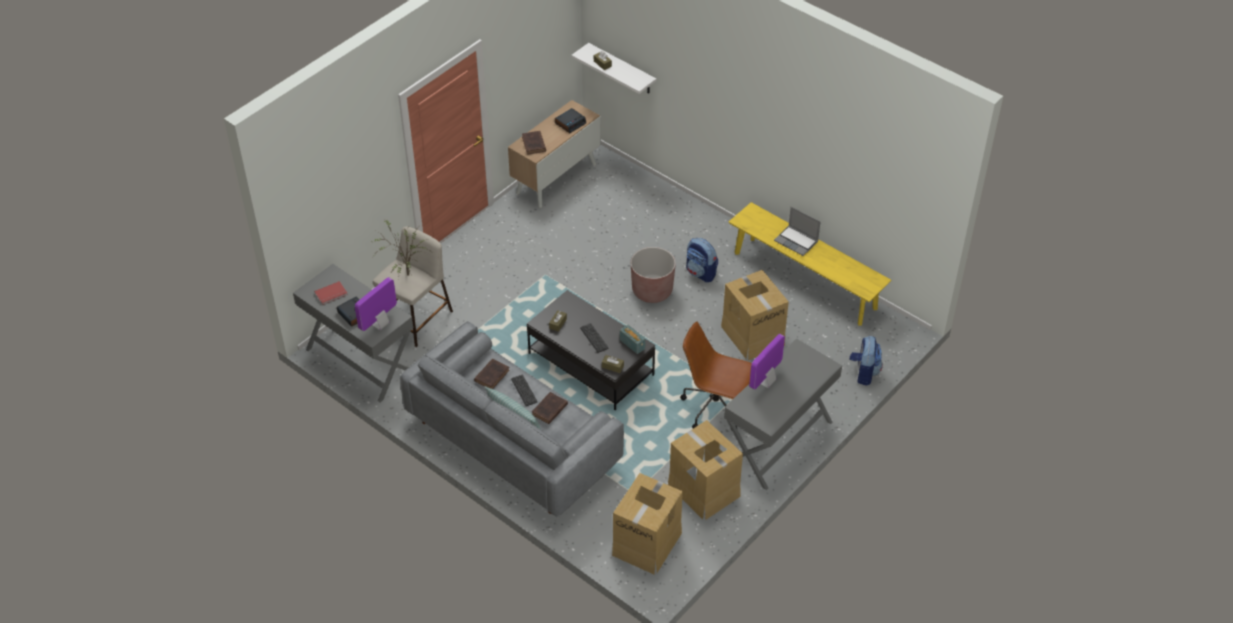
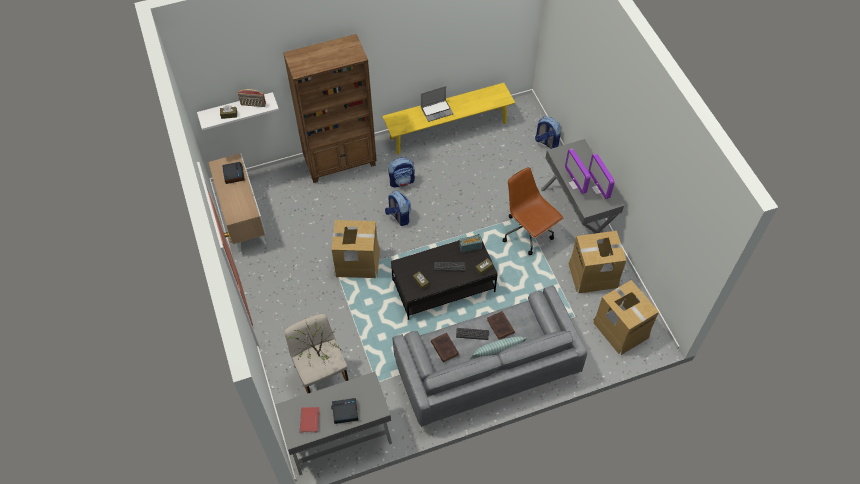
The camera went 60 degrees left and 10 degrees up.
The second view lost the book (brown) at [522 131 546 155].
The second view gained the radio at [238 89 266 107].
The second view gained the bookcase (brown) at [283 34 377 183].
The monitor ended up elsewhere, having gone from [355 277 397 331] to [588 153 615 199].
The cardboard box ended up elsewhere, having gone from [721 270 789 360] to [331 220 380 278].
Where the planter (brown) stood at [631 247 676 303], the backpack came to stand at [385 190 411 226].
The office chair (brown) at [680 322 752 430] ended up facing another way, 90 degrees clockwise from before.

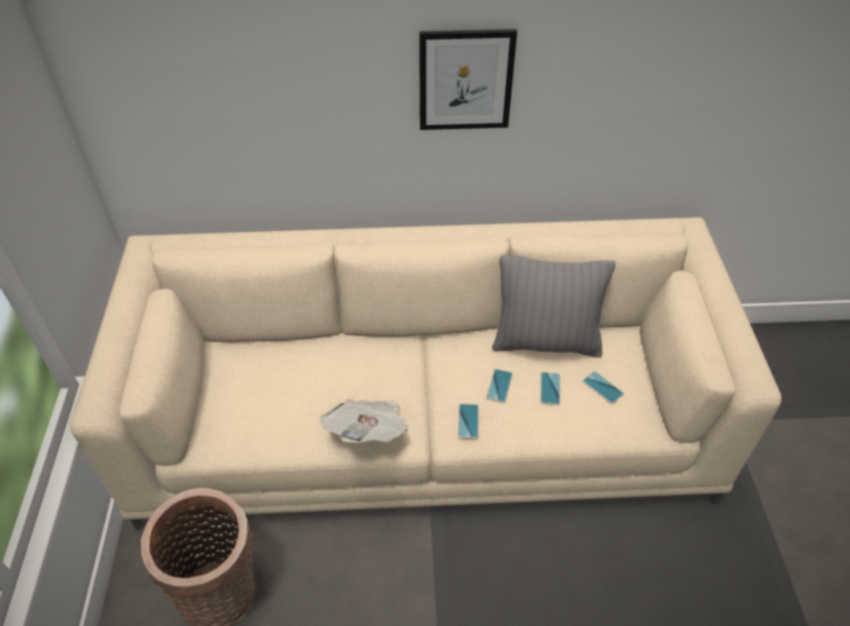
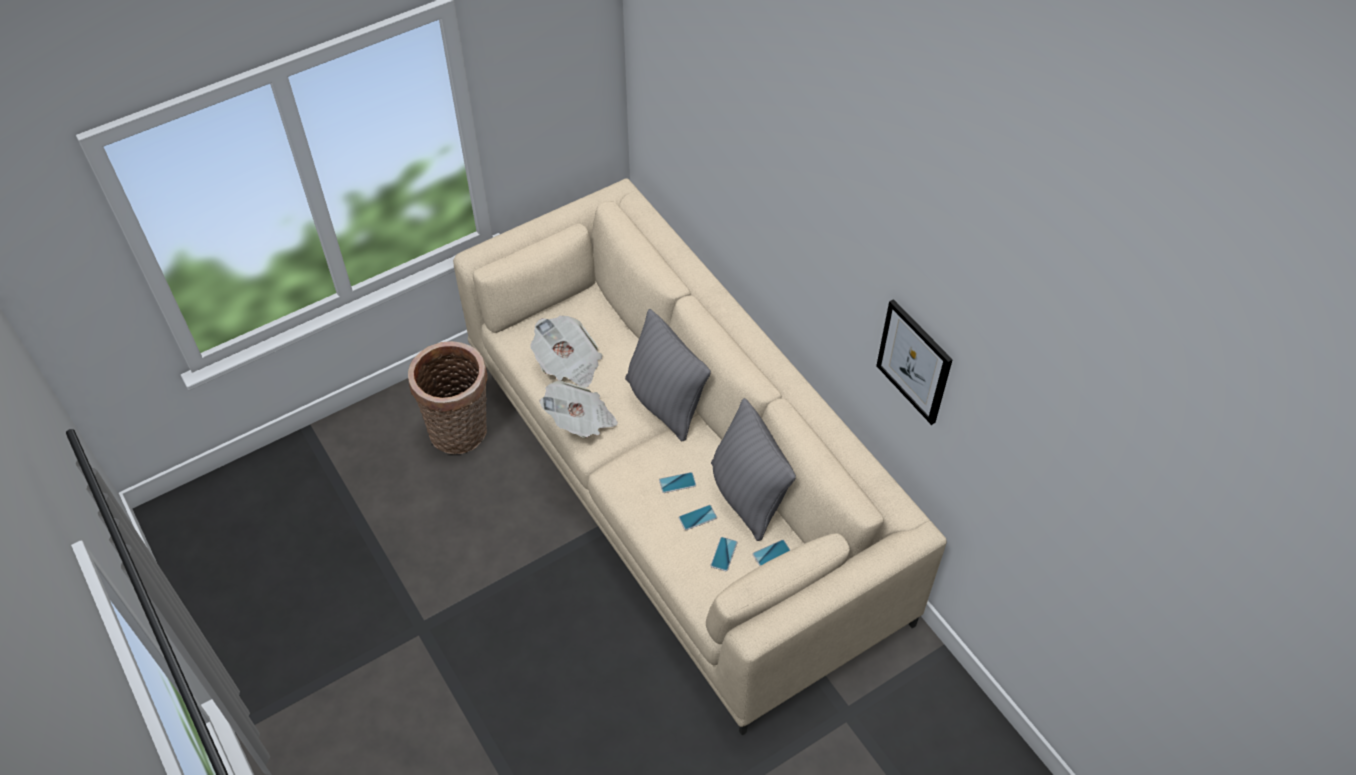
The camera went 60 degrees right and 5 degrees up.
The second view gained the newspaper at [530 316 603 388].
The second view gained the pillow (grey) at [625 309 711 442].
The picture ended up elsewhere, having gone from [419 29 517 130] to [876 299 953 425].
The phone ended up elsewhere, having gone from [458 404 479 439] to [752 540 790 566].

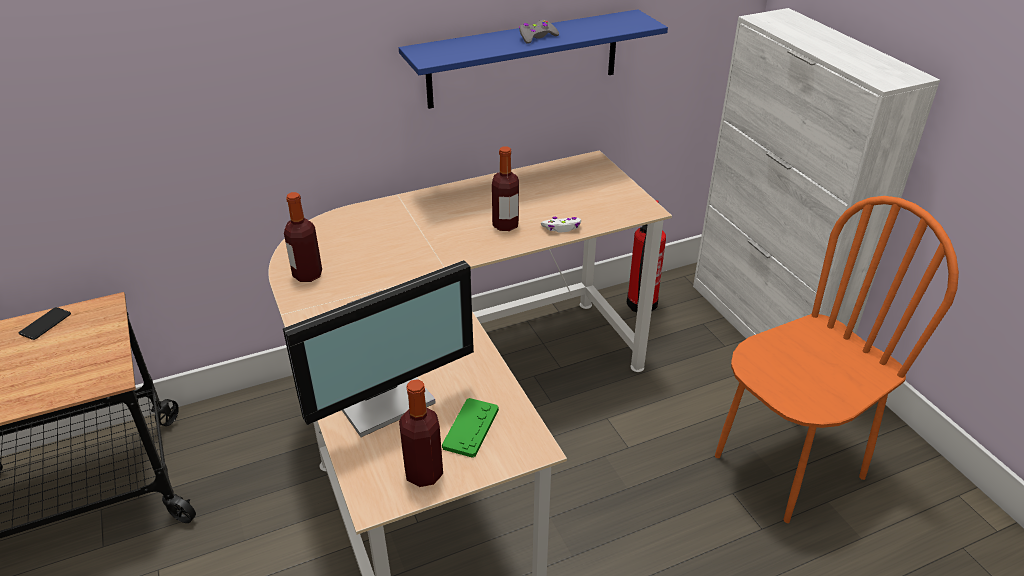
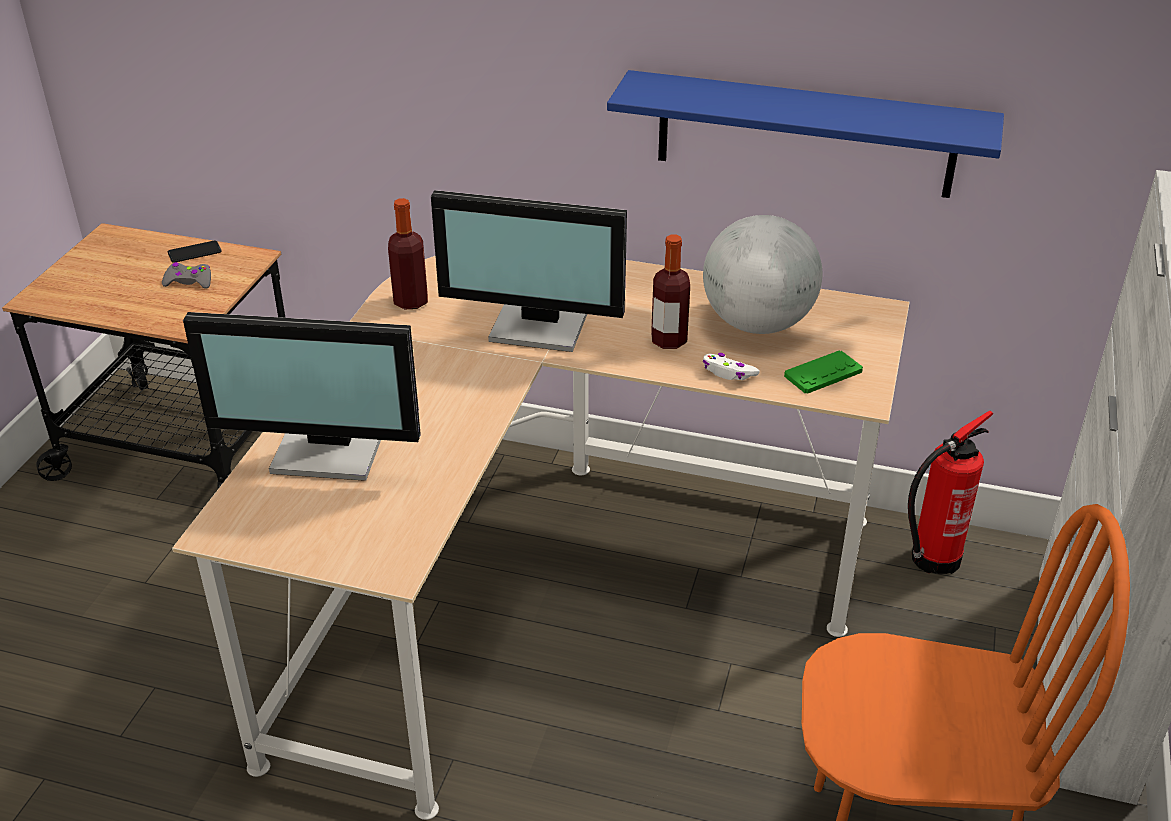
The camera went 40 degrees right and 0 degrees up.
The second view lost the bottle at [399 379 443 487].
The second view gained the monitor at [431 190 627 352].
The second view gained the globe at [703 215 822 334].
The game controller (green) ended up elsewhere, having gone from [442 398 499 458] to [784 351 863 394].
The game controller (grey) ended up elsewhere, having gone from [519 20 559 44] to [162 262 211 289].

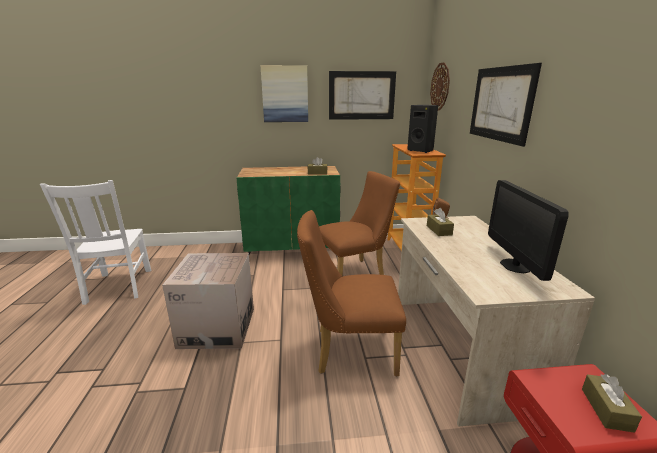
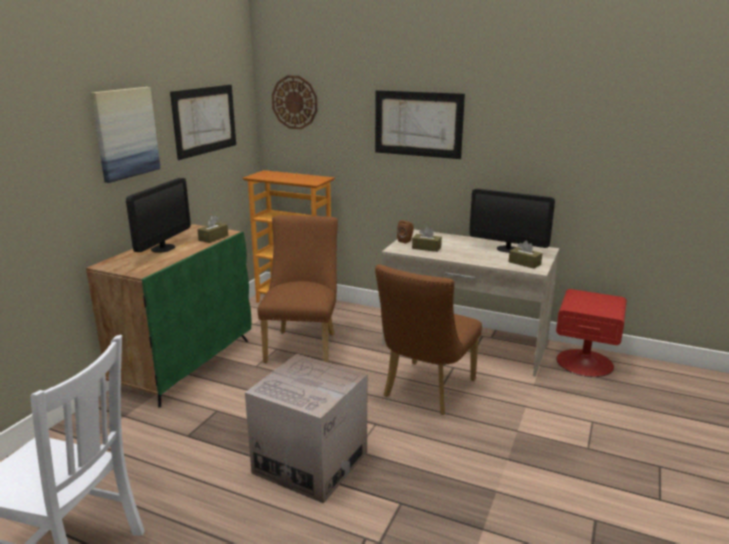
The camera went 60 degrees left and 0 degrees up.
The second view lost the speaker (black) at [407 105 438 153].
The second view gained the monitor at [126 178 191 253].
The tissue box (brown) ended up elsewhere, having gone from [582 374 642 433] to [509 241 542 269].

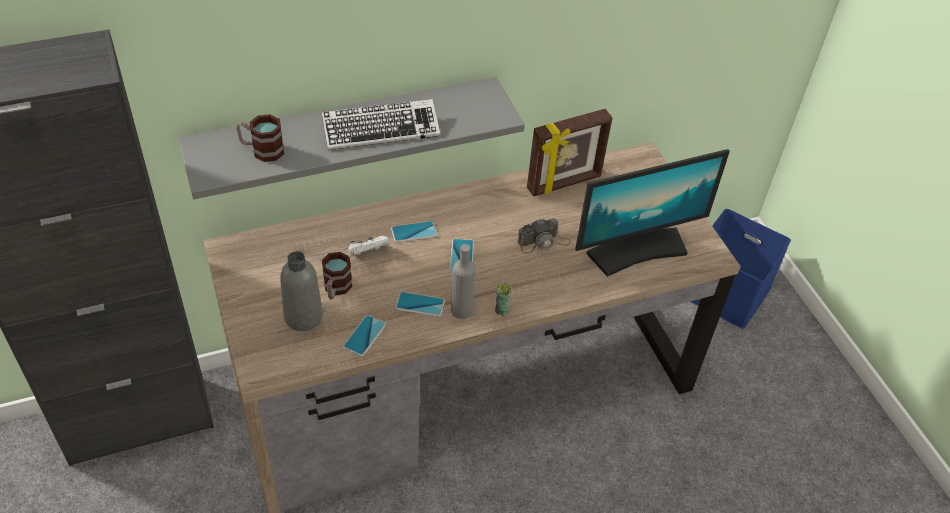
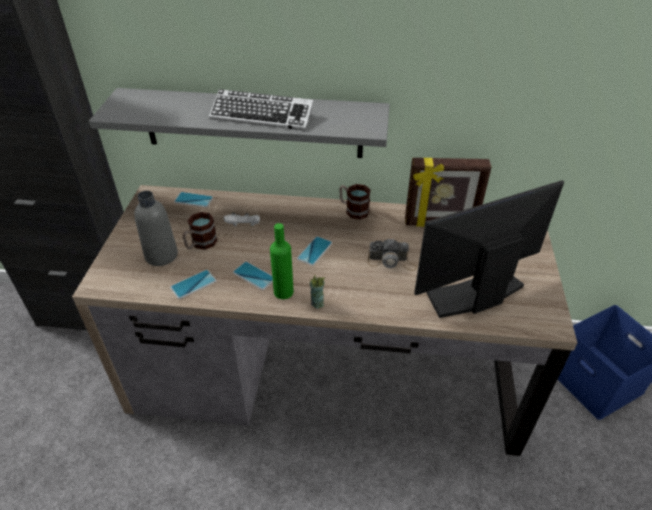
The camera went 30 degrees right and 5 degrees down.
The mug ended up elsewhere, having gone from [236 114 284 162] to [339 184 371 220].
The phone ended up elsewhere, having gone from [391 221 437 242] to [174 192 213 208].
What was the bottle (grey) at [451 244 475 319] turned into the bottle (green) at [270 223 294 299].
The monitor at [575 149 730 277] ended up facing another way, 150 degrees clockwise from before.

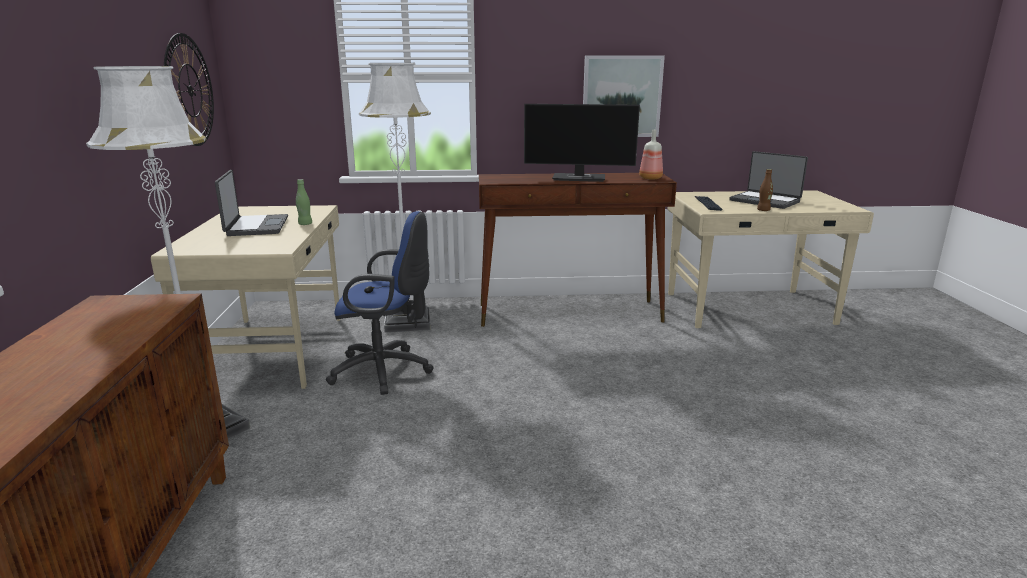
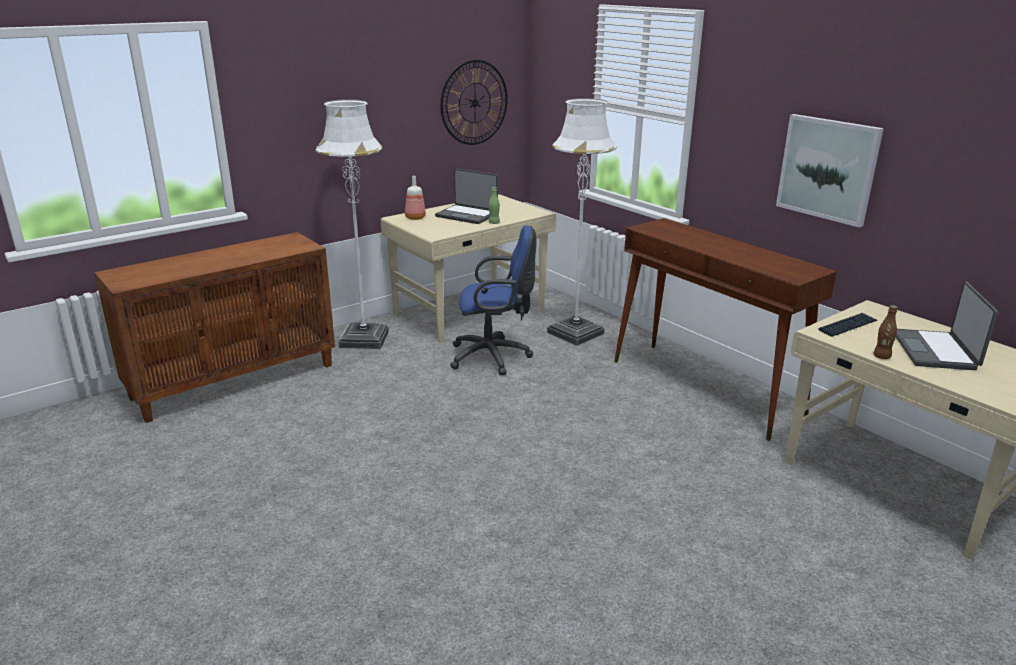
The camera went 55 degrees right and 5 degrees up.
The second view lost the monitor at [524 104 640 182].
The bottle ended up elsewhere, having gone from [639 130 663 180] to [405 176 426 220].
The laptop at [215 170 288 236] ended up facing another way, 75 degrees clockwise from before.
The office chair (blue) at [326 211 434 395] ended up facing another way, 60 degrees counterclockwise from before.

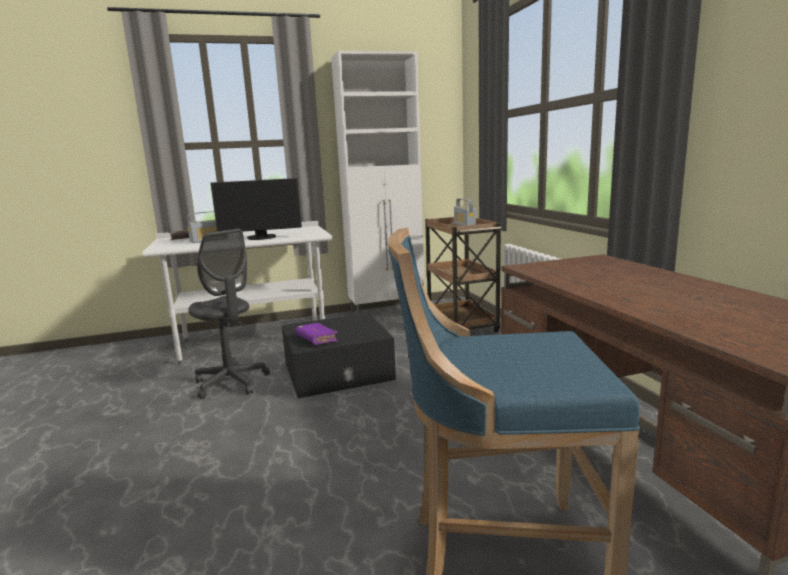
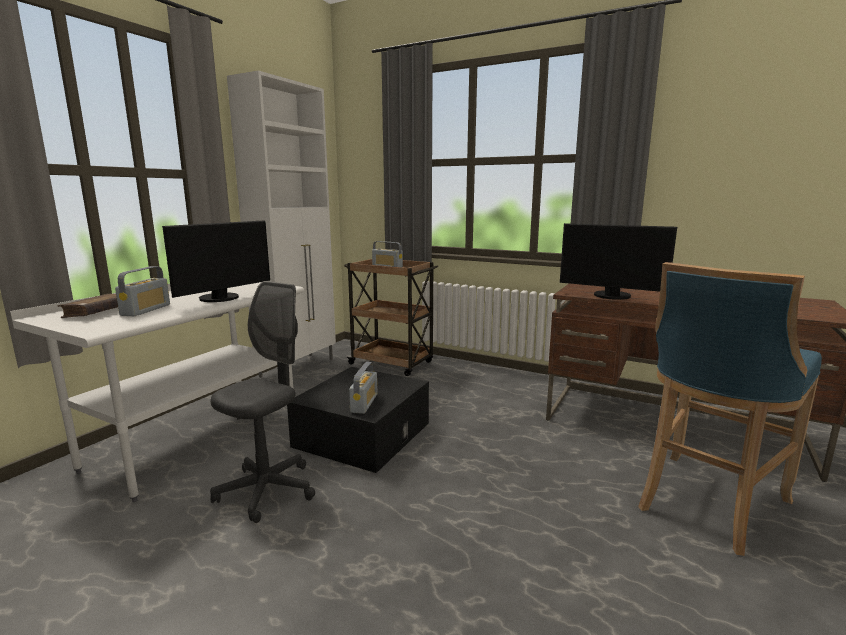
The camera went 45 degrees left and 0 degrees up.
The second view gained the monitor at [560 223 677 300].
Where the book (purple) stood at [295 323 338 345], the radio came to stand at [349 362 378 414].
The office chair (grey) at [188 229 270 399] ended up facing another way, 60 degrees counterclockwise from before.

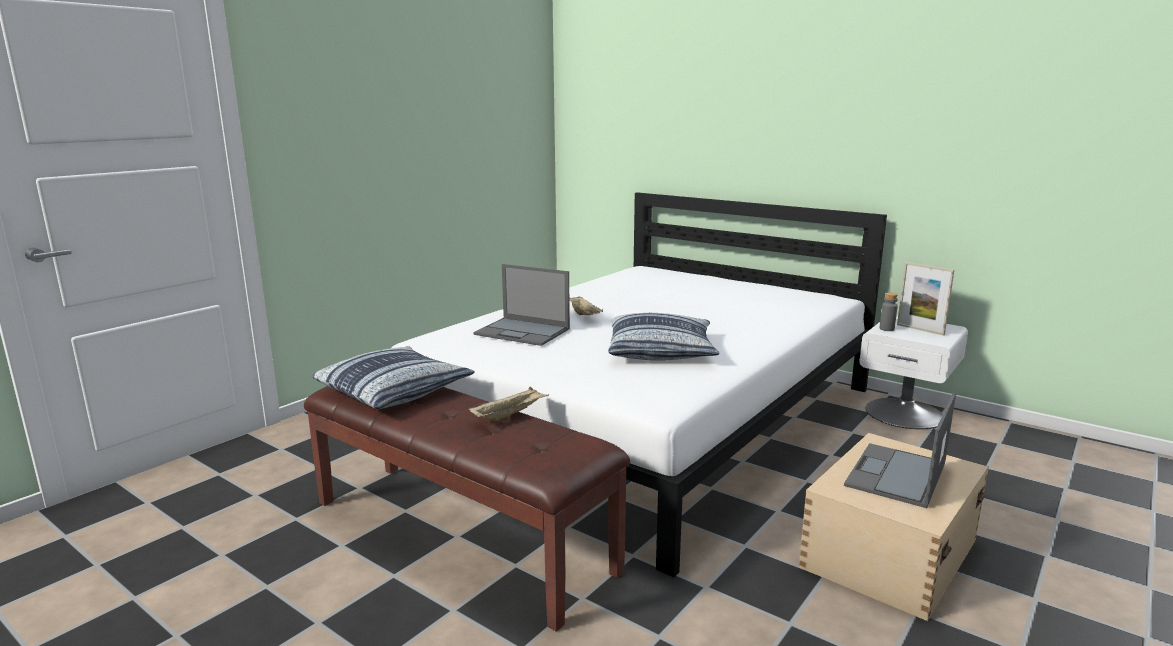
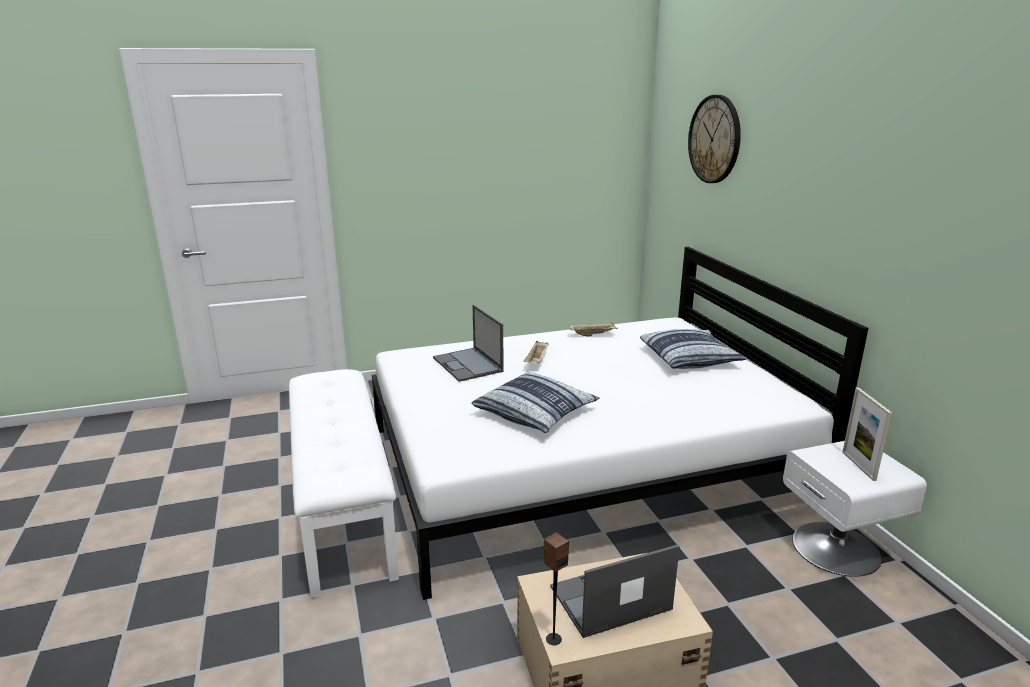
The camera went 35 degrees right and 5 degrees up.
The second view lost the bottle (grey) at [880 293 898 331].
The second view gained the speaker at [543 532 569 645].
The second view gained the wall clock at [688 95 741 183].
The pillow ended up elsewhere, having gone from [312 346 475 410] to [640 329 746 369].
The tray (beige) ended up elsewhere, having gone from [469 387 549 422] to [569 322 618 337].
What was the bench (brown) at [304 386 630 632] turned into the bench (white) at [289 369 399 598].

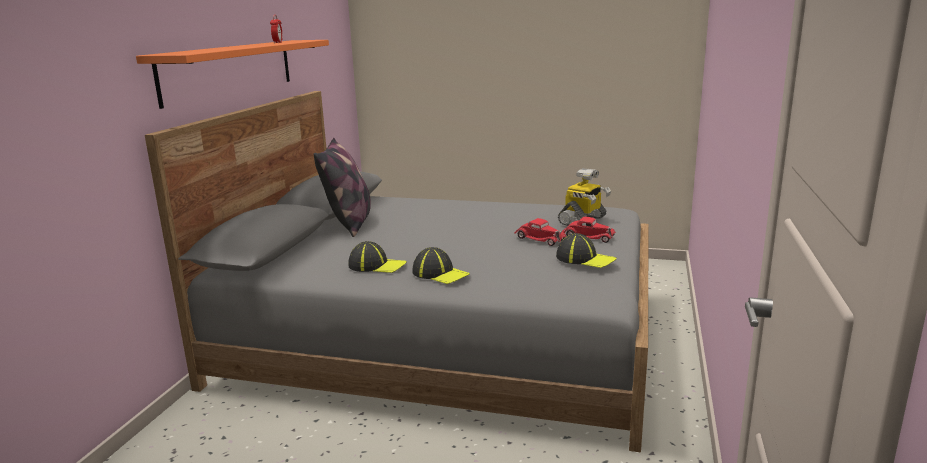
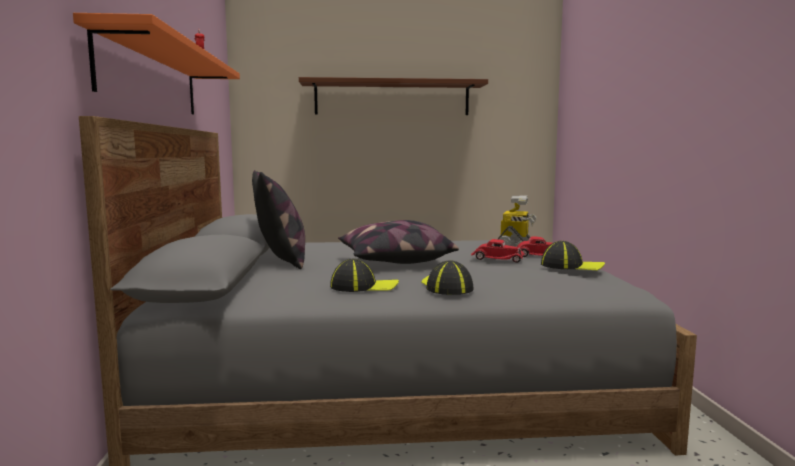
The camera went 20 degrees left and 10 degrees down.
The second view gained the shelf (brown) at [299 77 488 115].
The second view gained the pillow at [338 220 459 264].
The cap at [412 247 470 284] ended up facing another way, 120 degrees counterclockwise from before.

